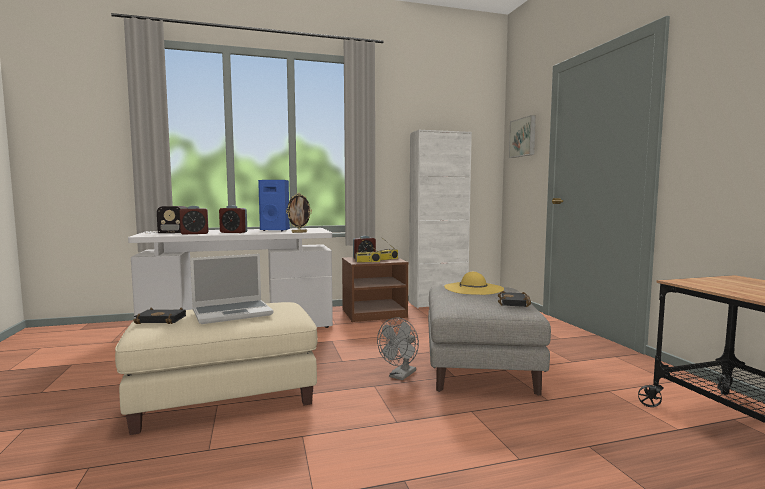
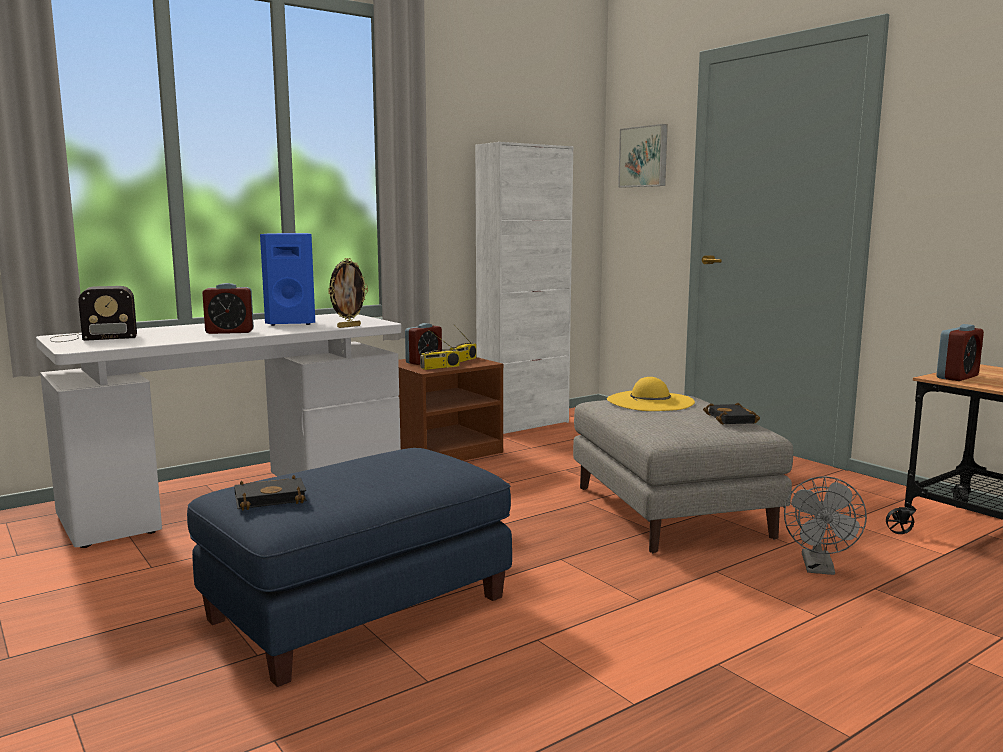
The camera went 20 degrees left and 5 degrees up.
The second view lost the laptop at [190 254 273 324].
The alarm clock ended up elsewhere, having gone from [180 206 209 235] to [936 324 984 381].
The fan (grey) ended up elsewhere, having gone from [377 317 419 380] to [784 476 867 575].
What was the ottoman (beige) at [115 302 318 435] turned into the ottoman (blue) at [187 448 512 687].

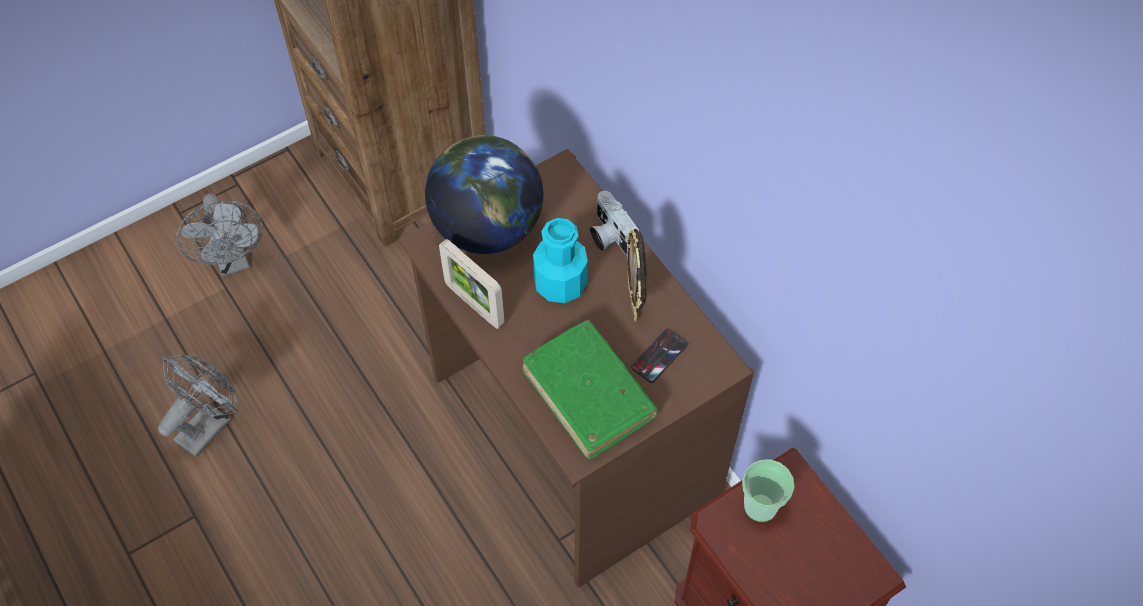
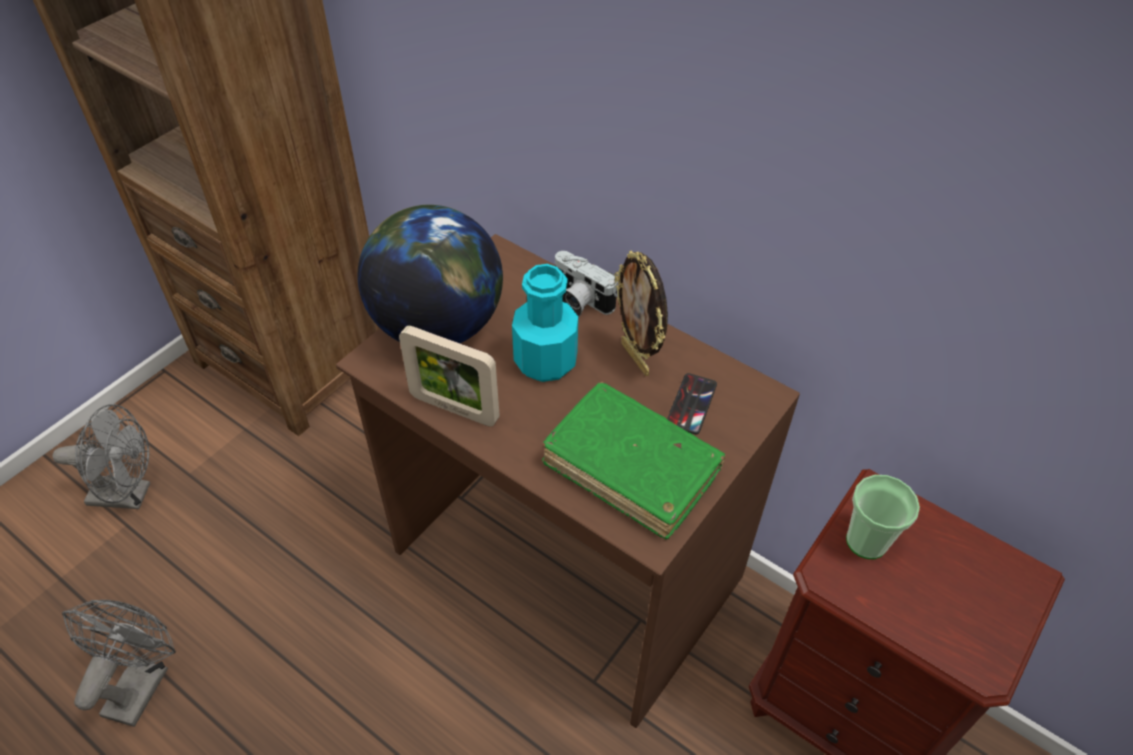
The camera went 20 degrees left and 10 degrees down.
The fan (grey) at [176 193 263 276] ended up facing another way, 45 degrees counterclockwise from before.

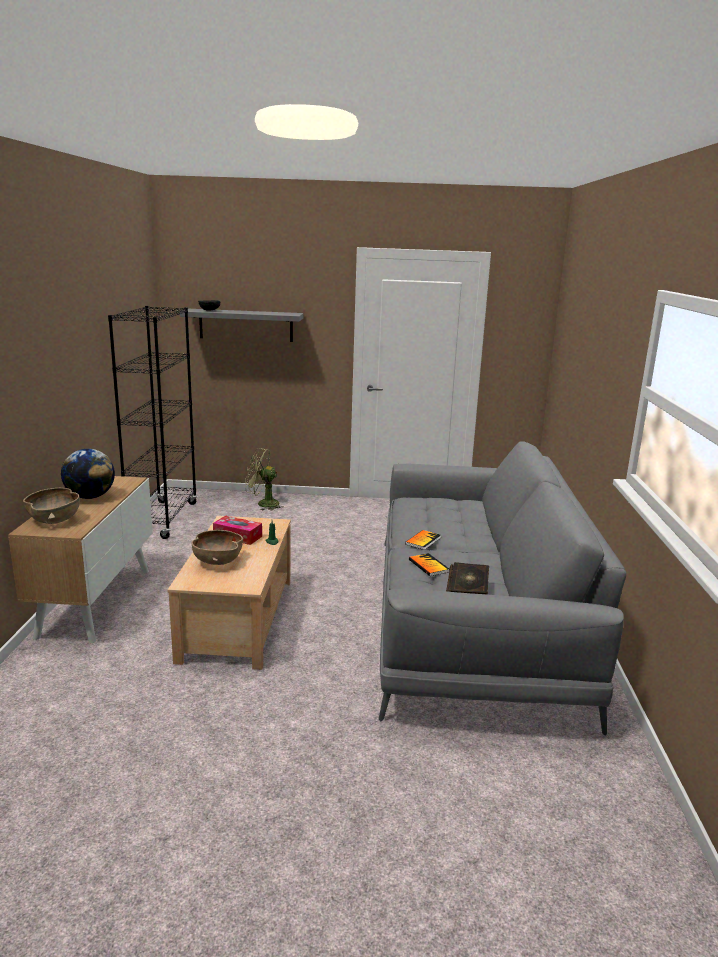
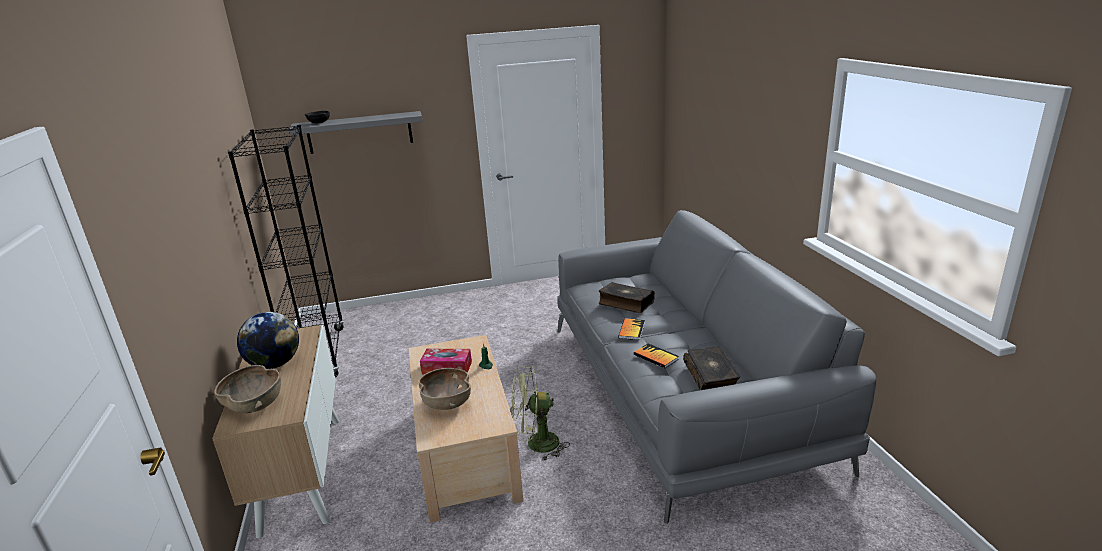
The camera went 15 degrees left and 5 degrees up.
The second view gained the book at [598 282 655 313].
The fan (green) ended up elsewhere, having gone from [245 448 284 510] to [511 366 570 461].

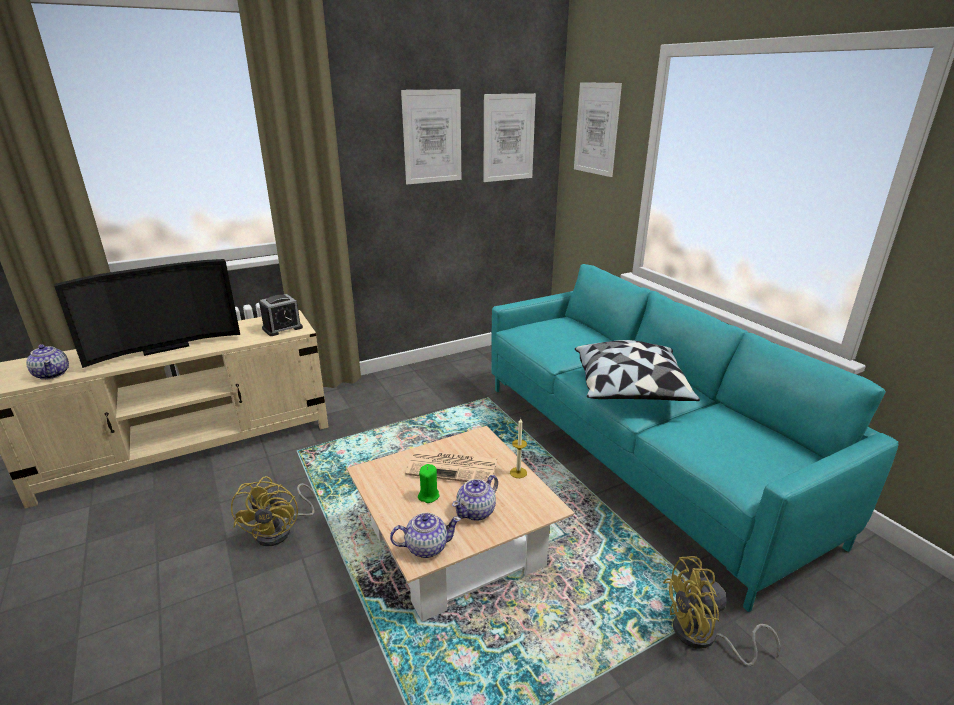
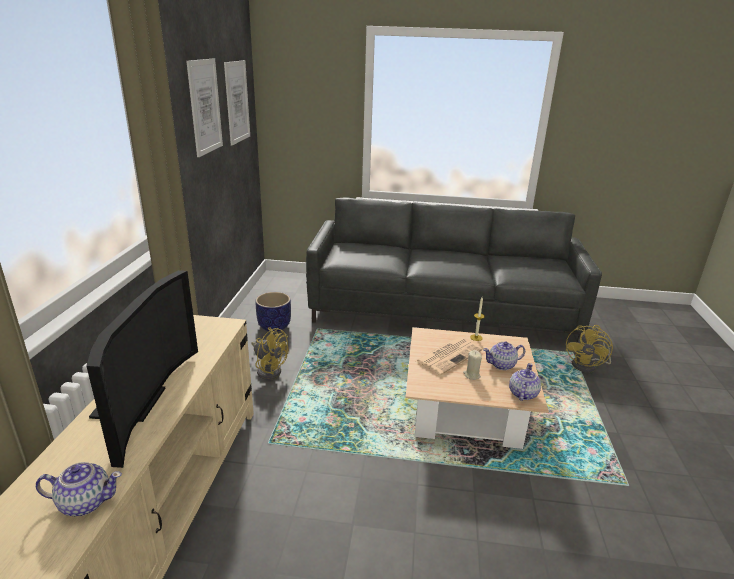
The camera went 55 degrees left and 0 degrees up.
The second view lost the alarm clock at [259 294 303 336].
The second view lost the picture at [574 82 622 177].
The second view lost the pillow at [575 340 700 401].
The second view gained the planter at [256 292 291 332].
The fan (yellow) ended up elsewhere, having gone from [231 476 315 546] to [251 327 289 380].
What was the candle (green) at [418 464 440 503] turned into the candle (beige) at [463 350 482 380].
What was the sofa (turquoise) at [491 264 899 612] turned into the sofa (grey) at [306 197 602 343].
The teapot at [452 475 498 521] ended up facing another way, 90 degrees clockwise from before.

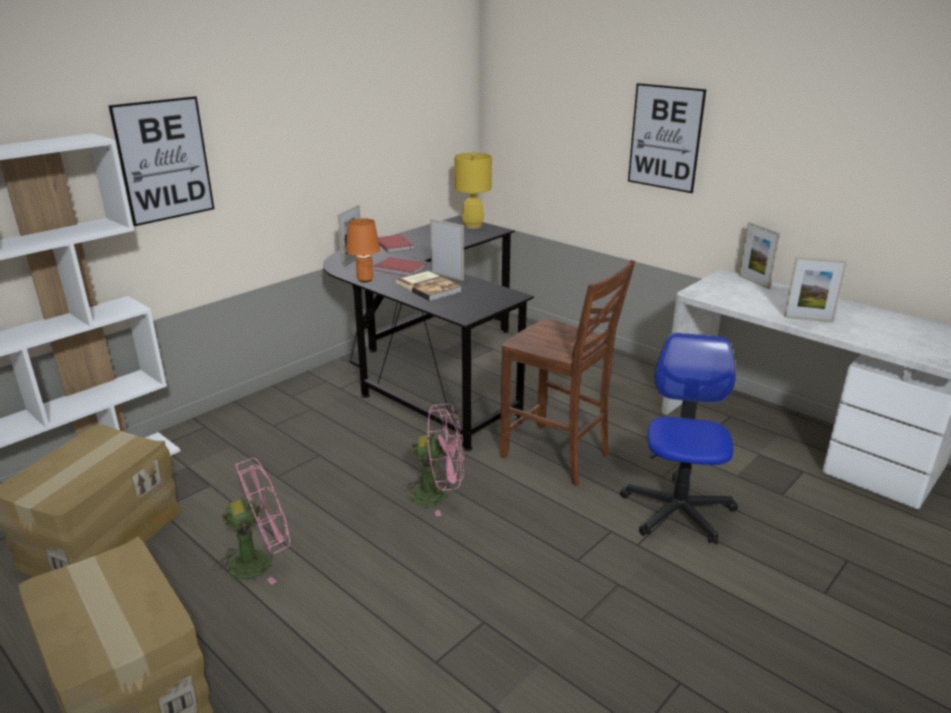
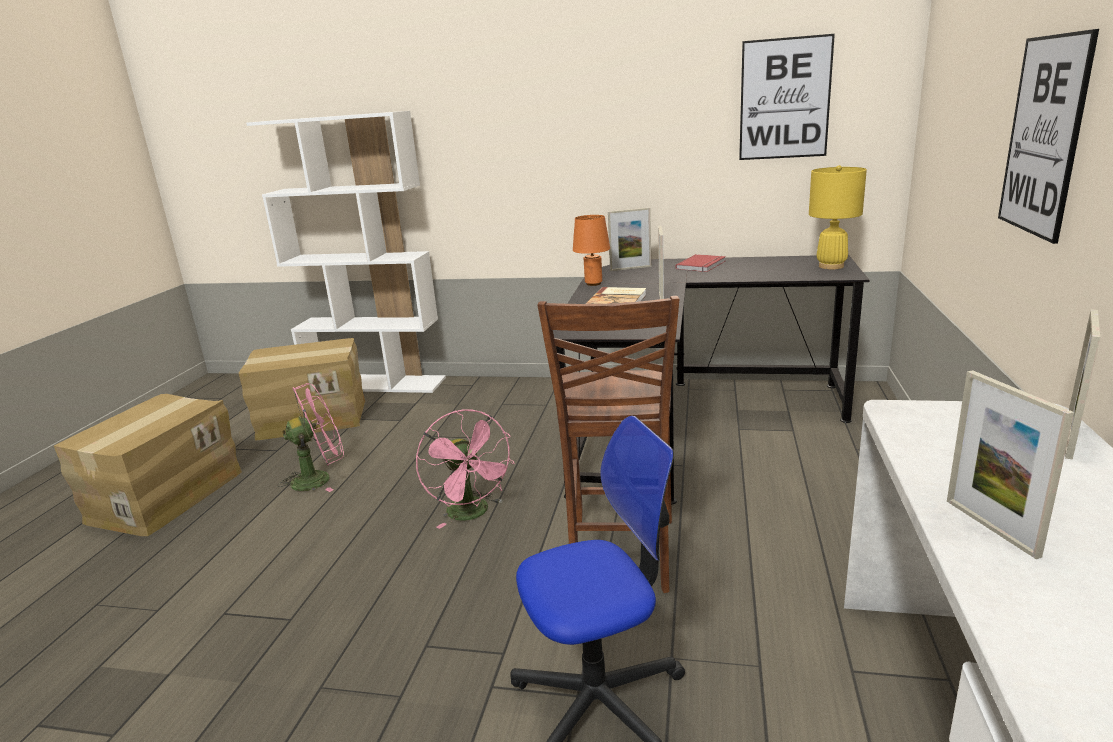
The camera went 60 degrees right and 5 degrees down.
The second view lost the book (red) at [374 257 426 276].
The picture ended up elsewhere, having gone from [108 96 214 226] to [739 34 835 160].
The fan (pink) at [213 458 290 585] ended up facing another way, 60 degrees counterclockwise from before.

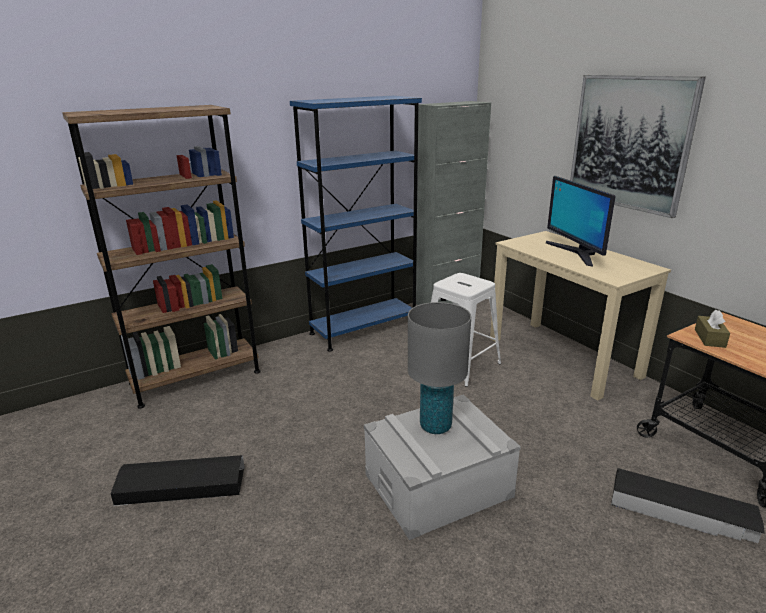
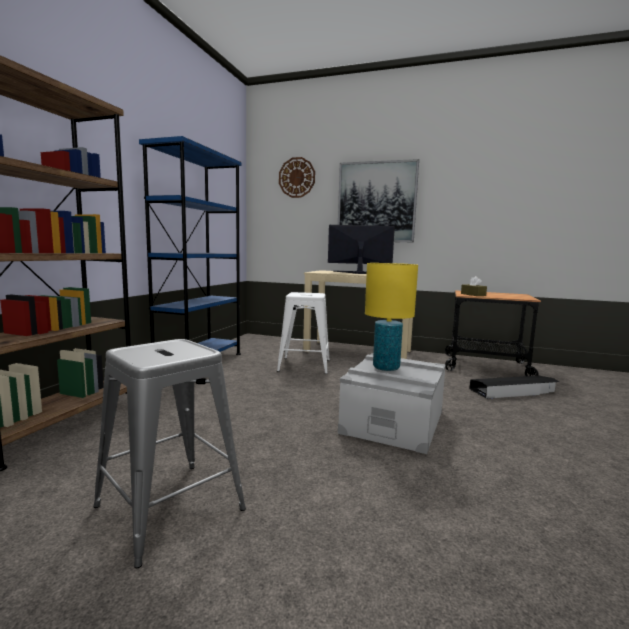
The camera went 40 degrees left and 15 degrees down.
The second view lost the cabinet (grey) at [416 101 491 305].
The second view gained the wall clock at [279 157 315 198].
Where the storage box (black) stood at [111 455 245 506], the stool (grey) came to stand at [93 339 246 568].
What was the table lamp (grey) at [408 302 471 434] turned into the table lamp (yellow) at [365 263 418 371].
The monitor at [546 176 616 267] ended up facing another way, 150 degrees clockwise from before.

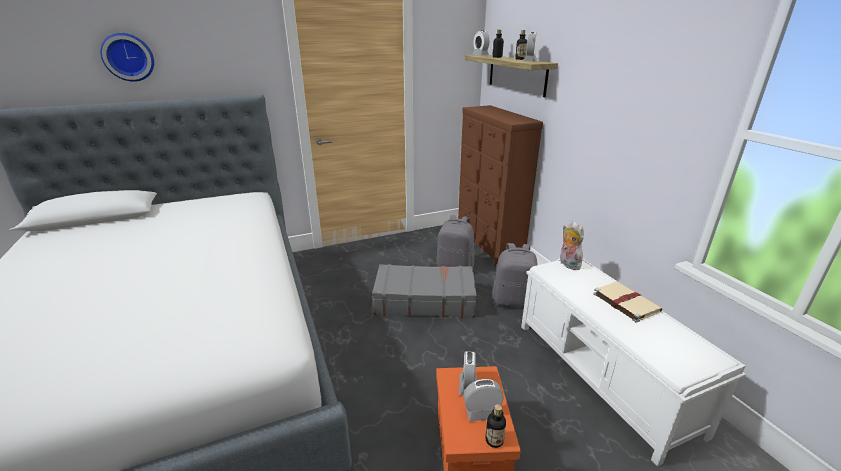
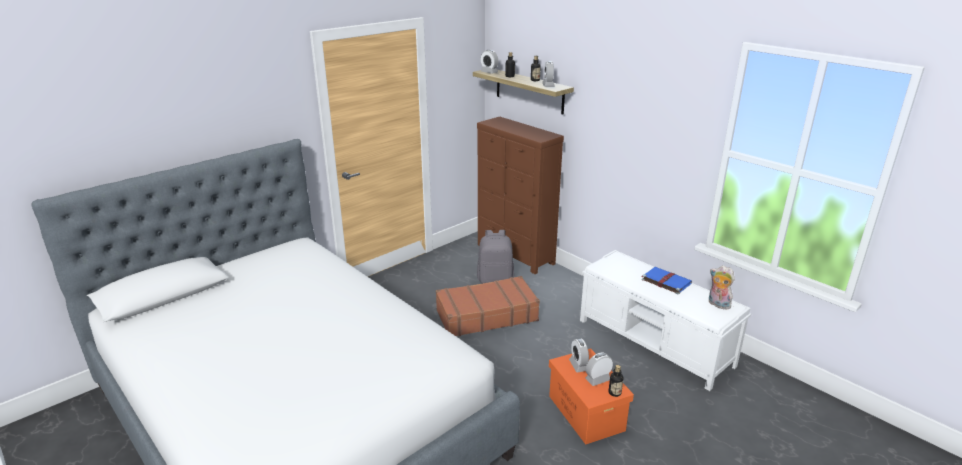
The camera went 20 degrees left and 0 degrees up.
The second view lost the wall clock at [100 33 154 82].
The second view lost the backpack (grey) at [492 243 537 307].
The plush toy ended up elsewhere, having gone from [560 221 584 270] to [709 266 735 310].
What was the suitcase (grey) at [372 264 477 318] turned into the suitcase (brown) at [436 276 540 336].
What was the book (beige) at [593 281 662 323] turned into the book (blue) at [641 267 692 294].

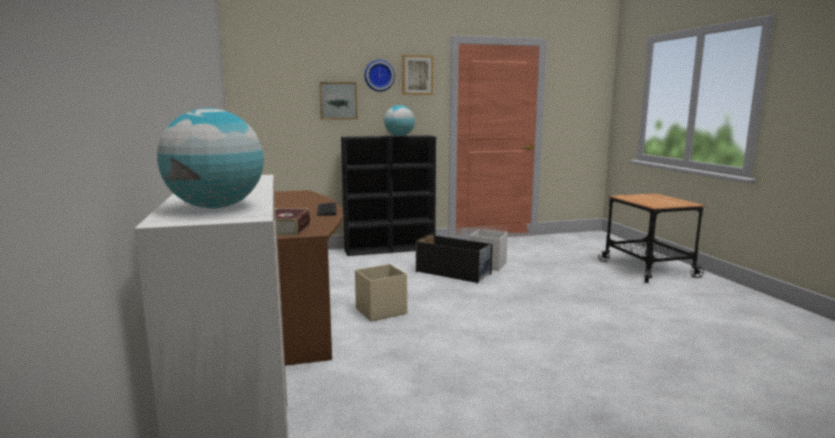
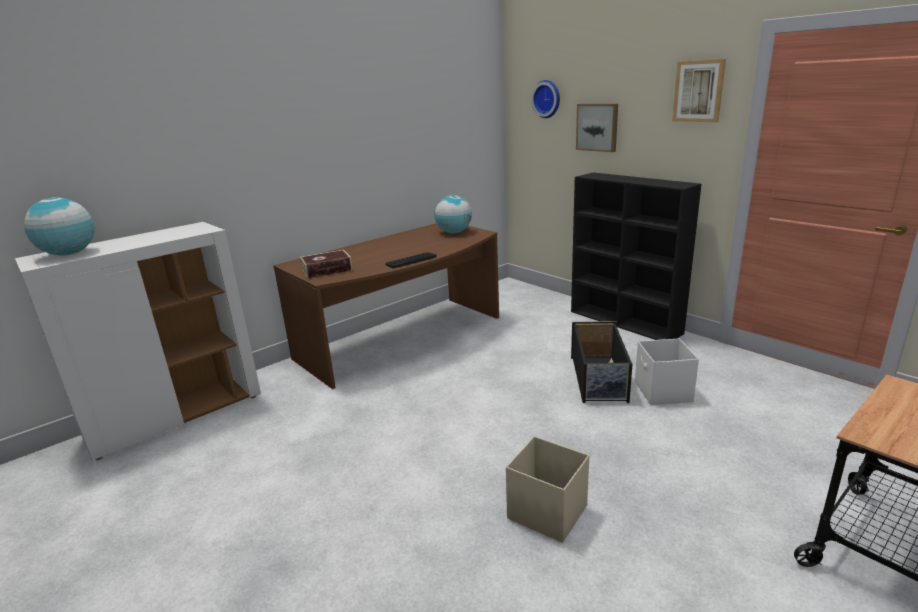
The camera went 65 degrees right and 10 degrees up.
The storage box (beige) ended up elsewhere, having gone from [355 264 407 322] to [506 436 589 543].
The wall clock ended up elsewhere, having gone from [364 60 395 92] to [531 80 560 118].
The globe ended up elsewhere, having gone from [384 105 415 136] to [434 195 472 233].

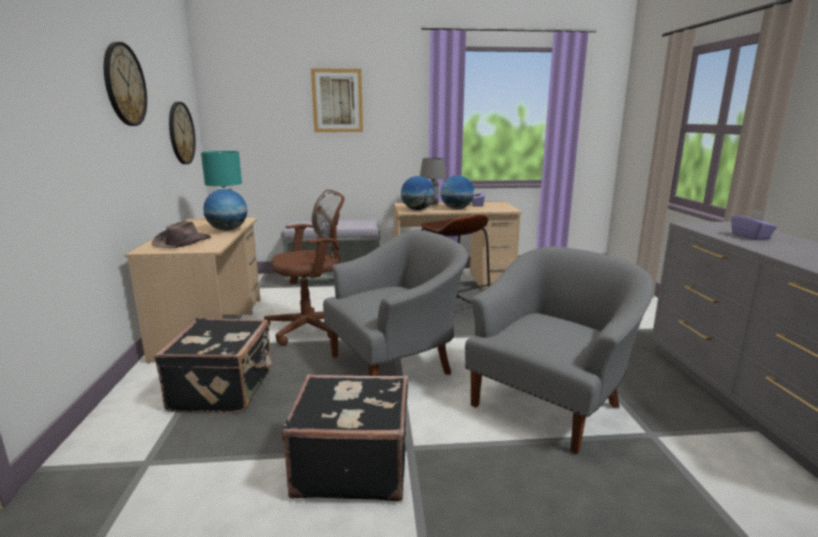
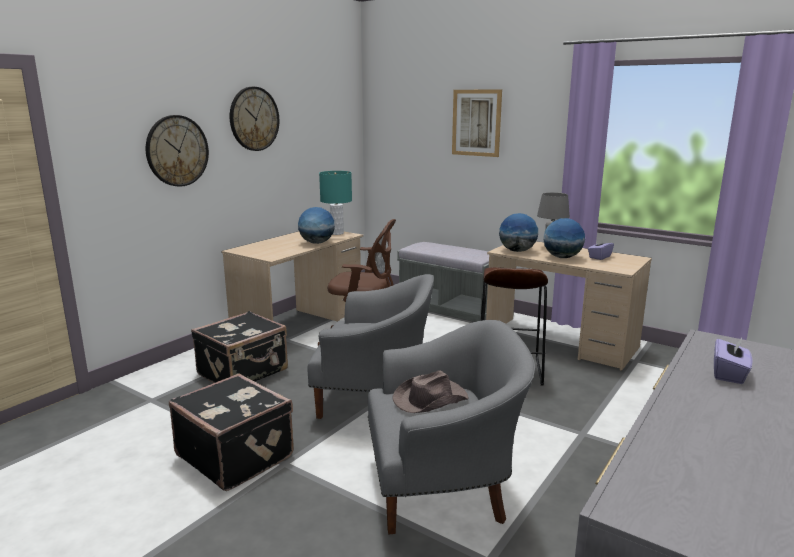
The camera went 40 degrees right and 0 degrees up.
The hat (brown) ended up elsewhere, having gone from [152 220 211 248] to [392 371 469 413].
The wall clock ended up elsewhere, having gone from [169 102 196 164] to [146 115 209 187].

